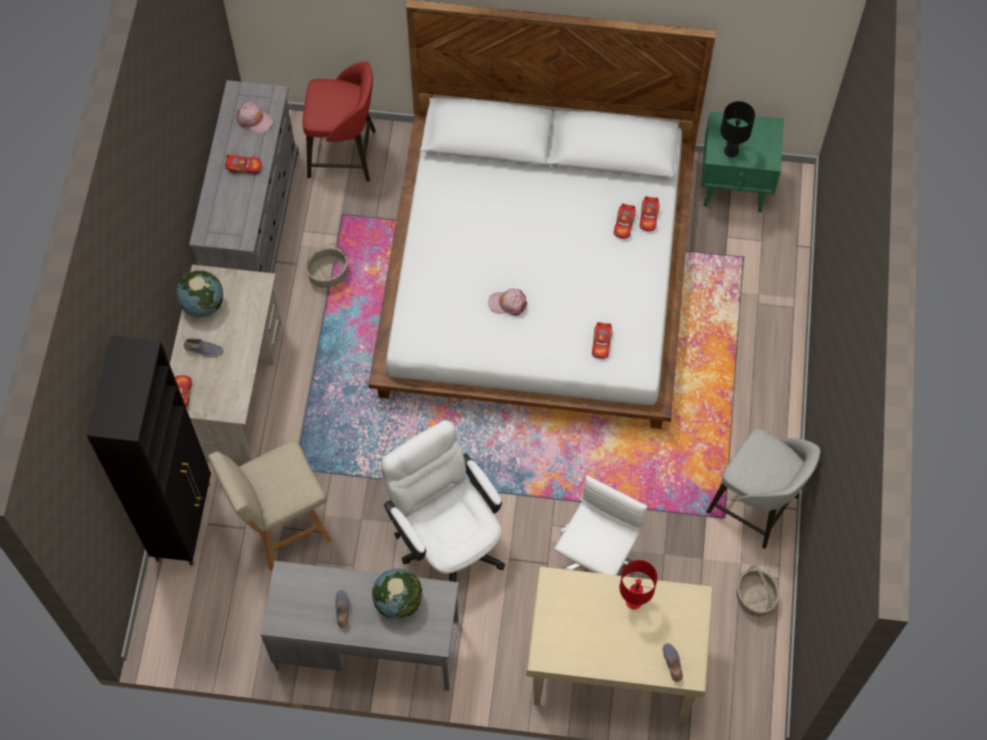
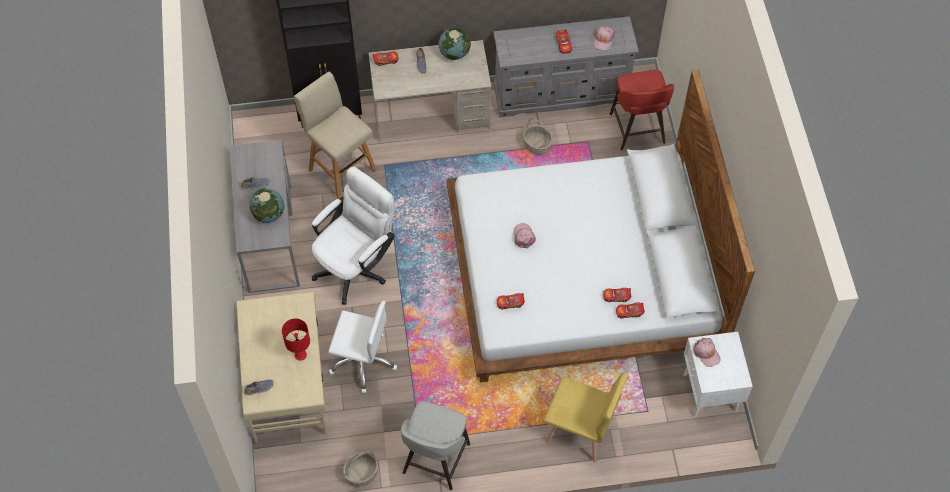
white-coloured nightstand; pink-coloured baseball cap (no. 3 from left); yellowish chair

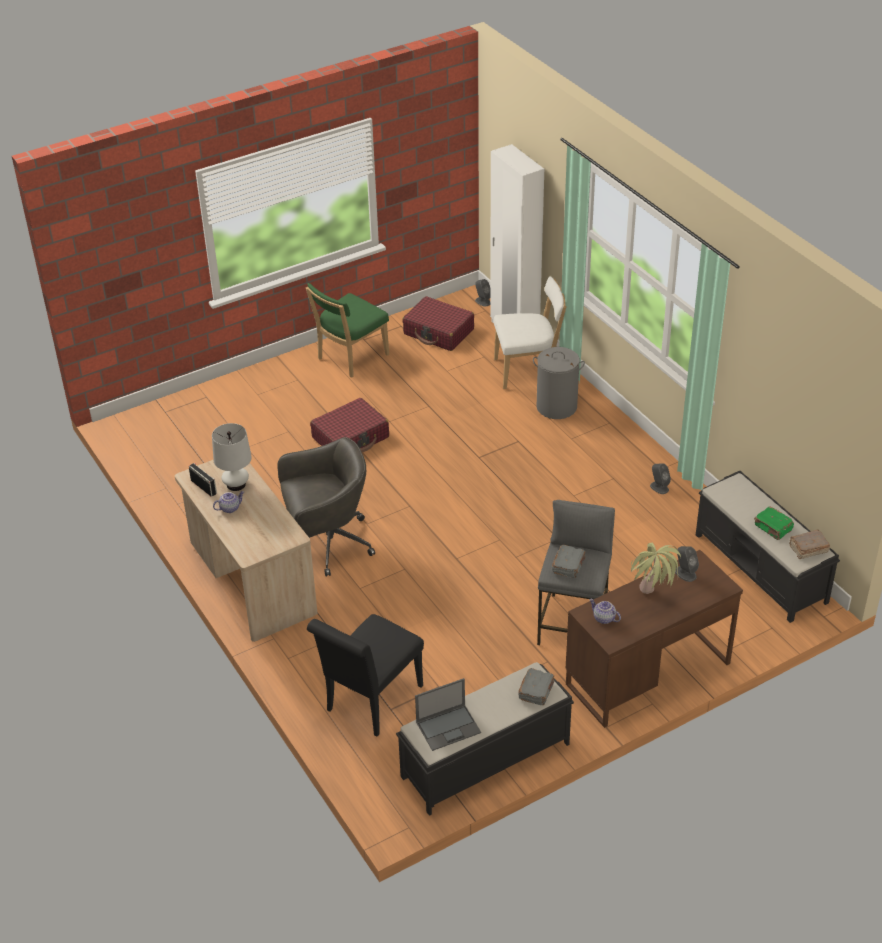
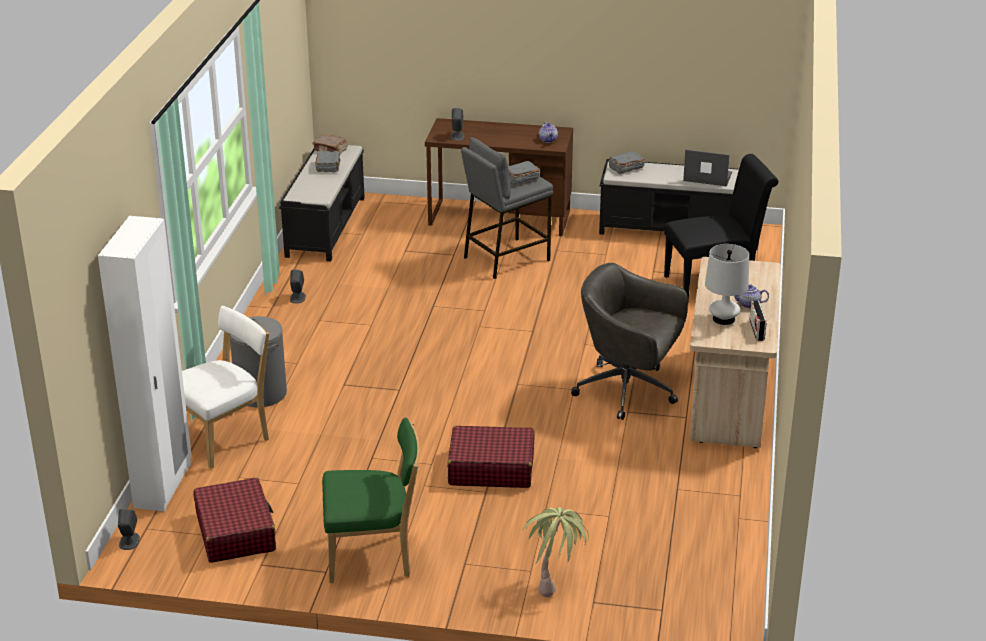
white-coloured chair; houseplant; greyish book (no. 1 from left)

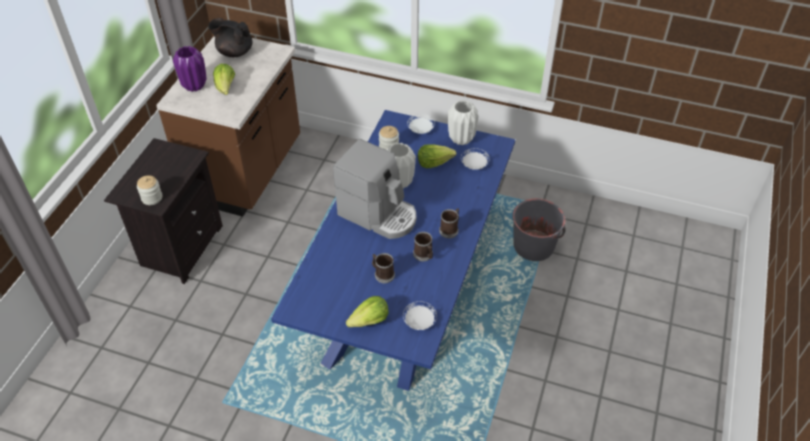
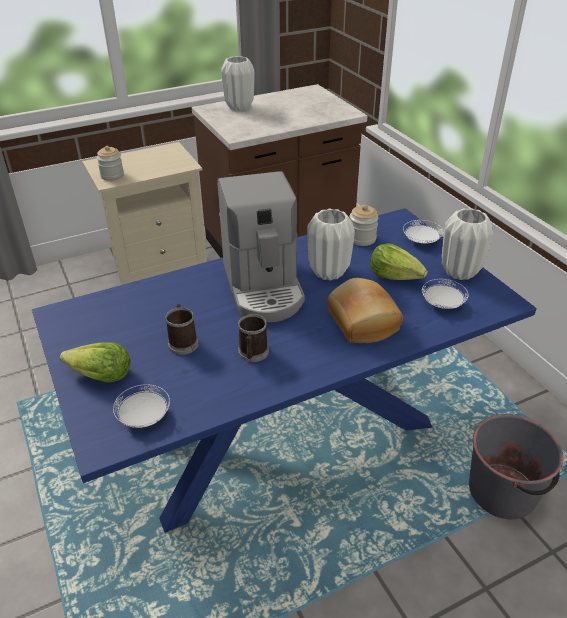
sand-coloured nightstand; white-coloured flower vase (no. 1 from left); black teapot; lettuce (no. 1 from left in the first image); mug (no. 3 from left in the first image); bakery bread

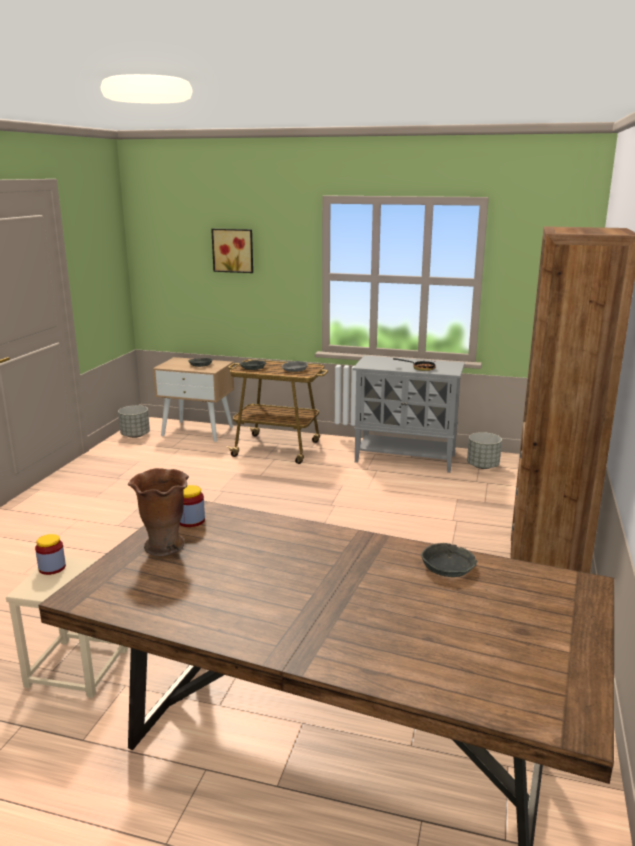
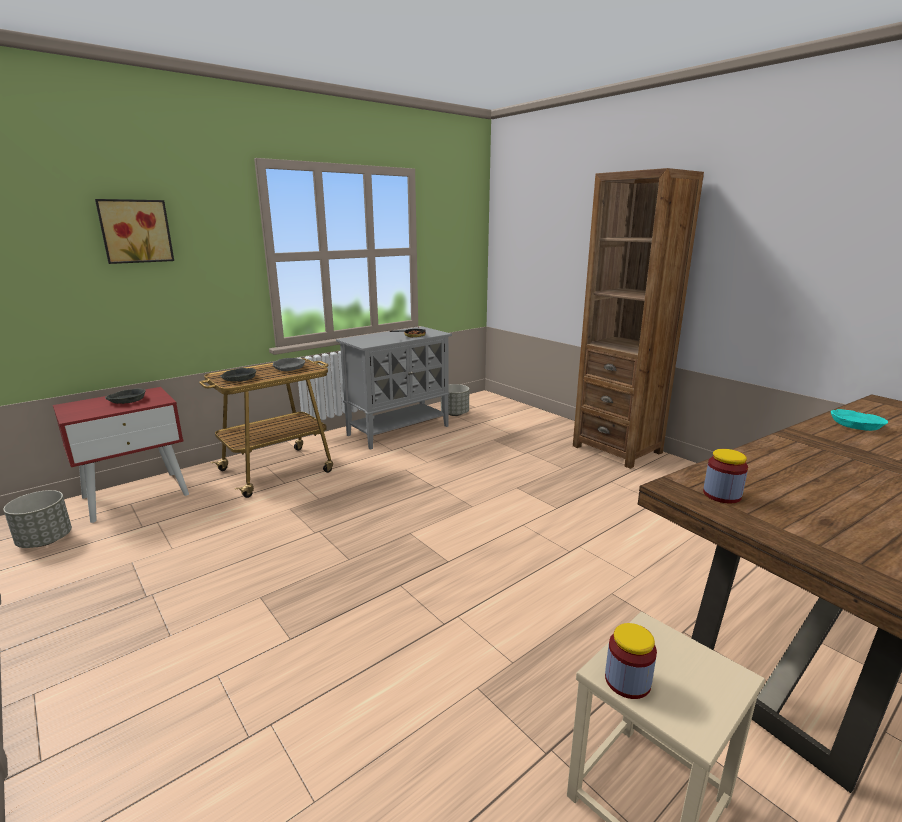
brownish flower vase; reddish nightstand; turquoise deep dish

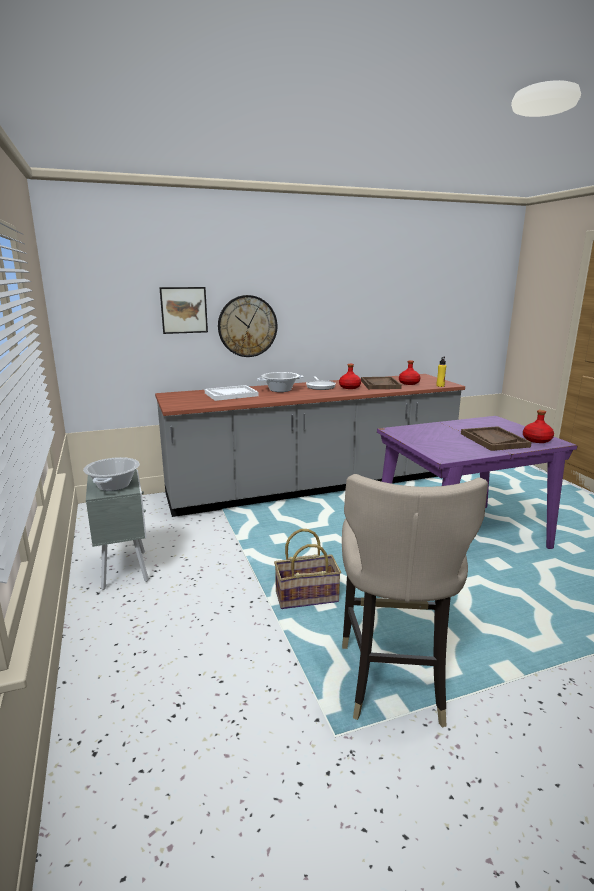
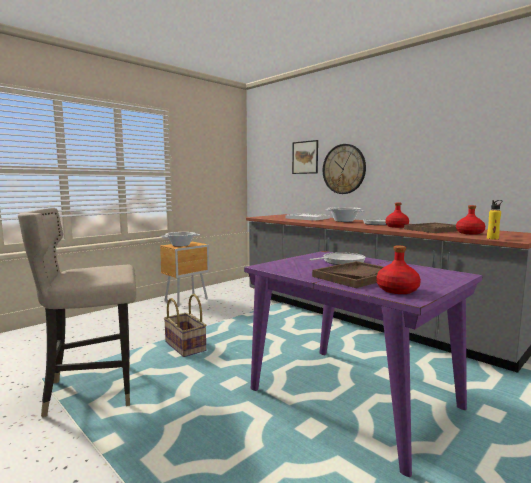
brownish nightstand; skillet (no. 1 from left)

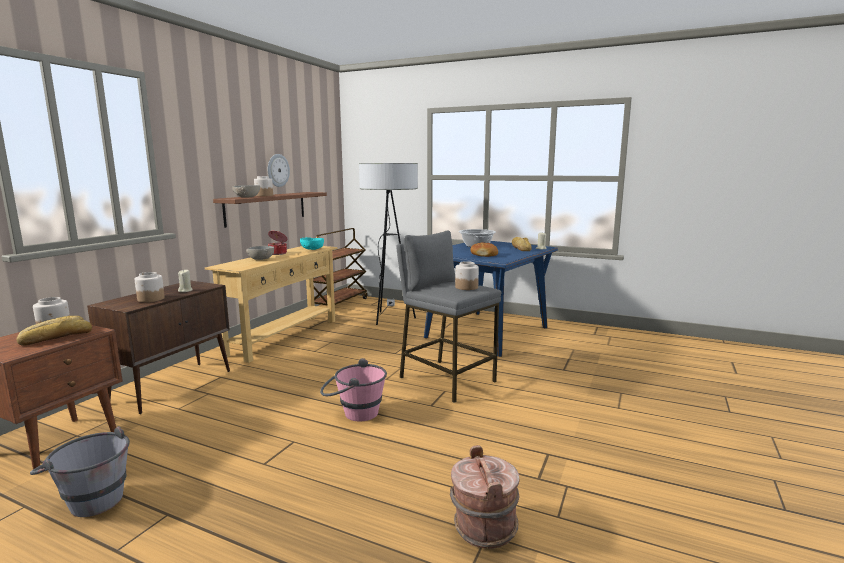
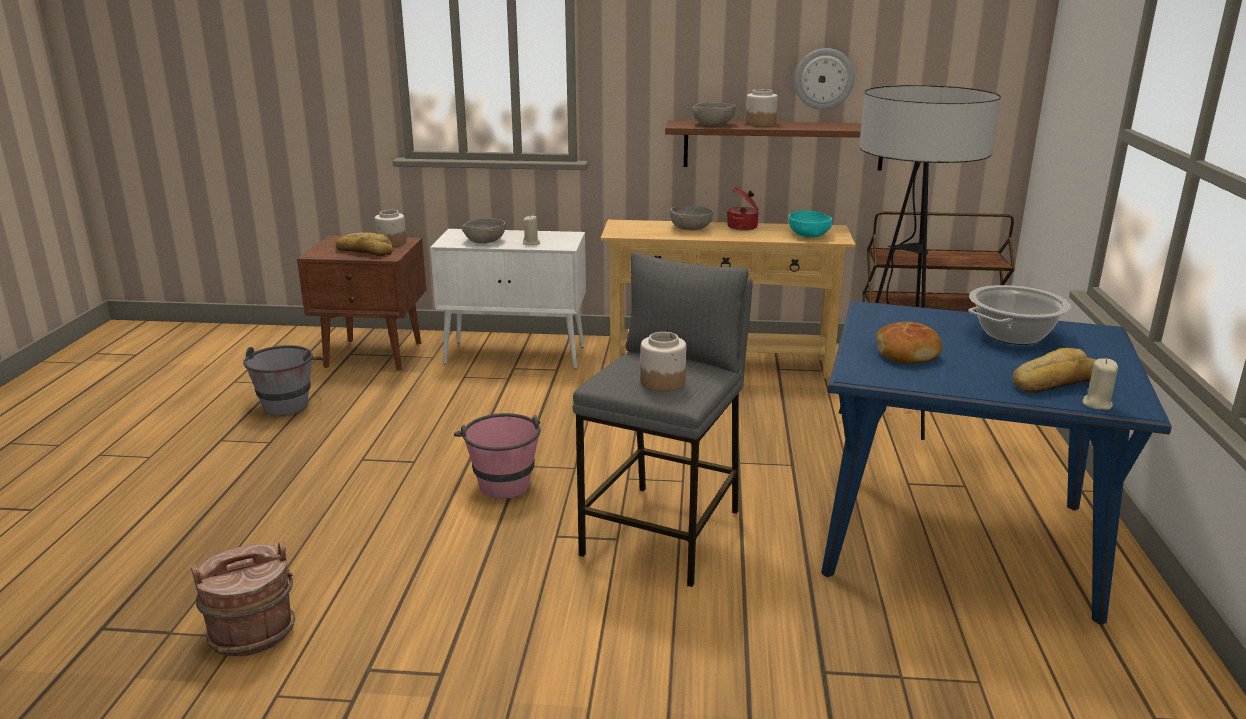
white-coloured storage cabinet; greyish deep dish (no. 1 from left)

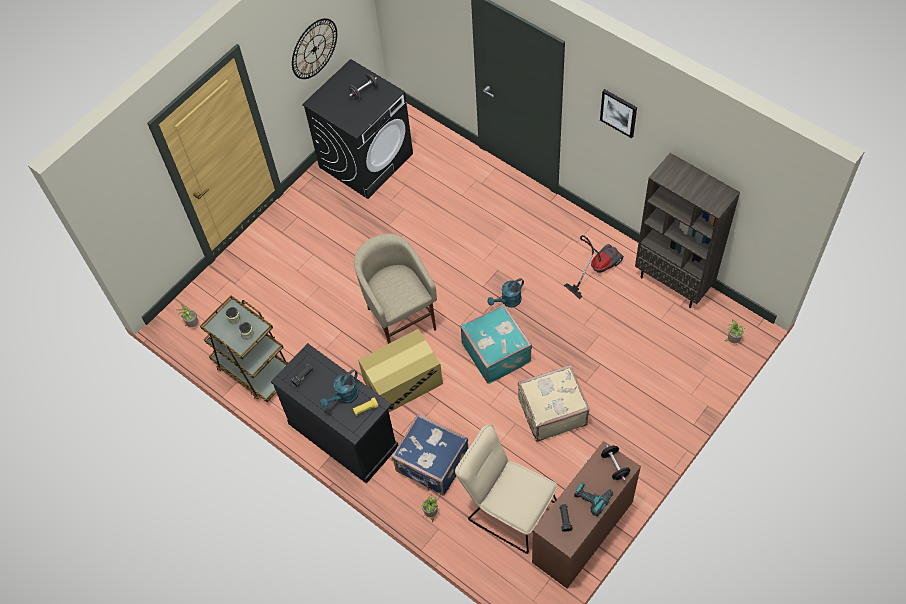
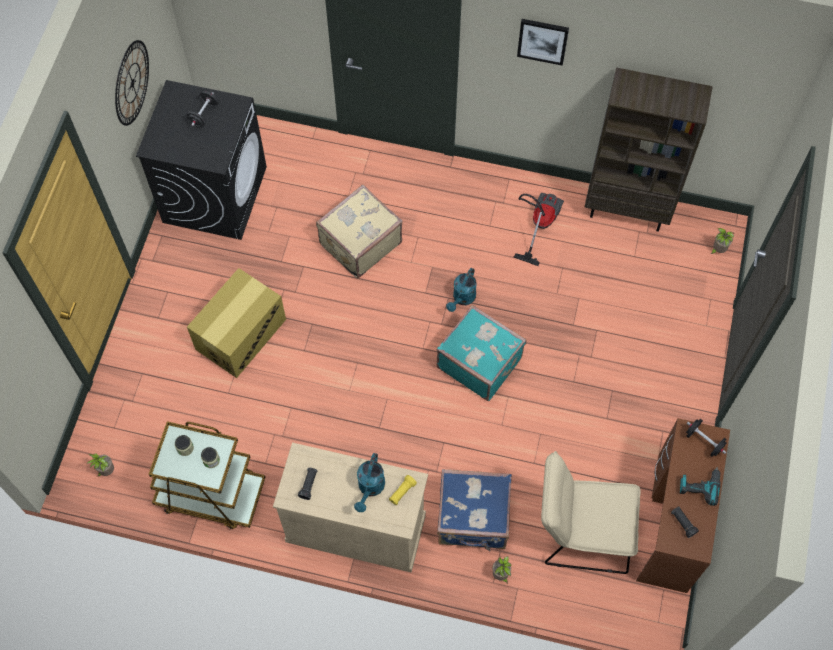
sand-coloured storage cabinet; sand-coloured sitting stool; cardboard box; sand-coloured suitcase

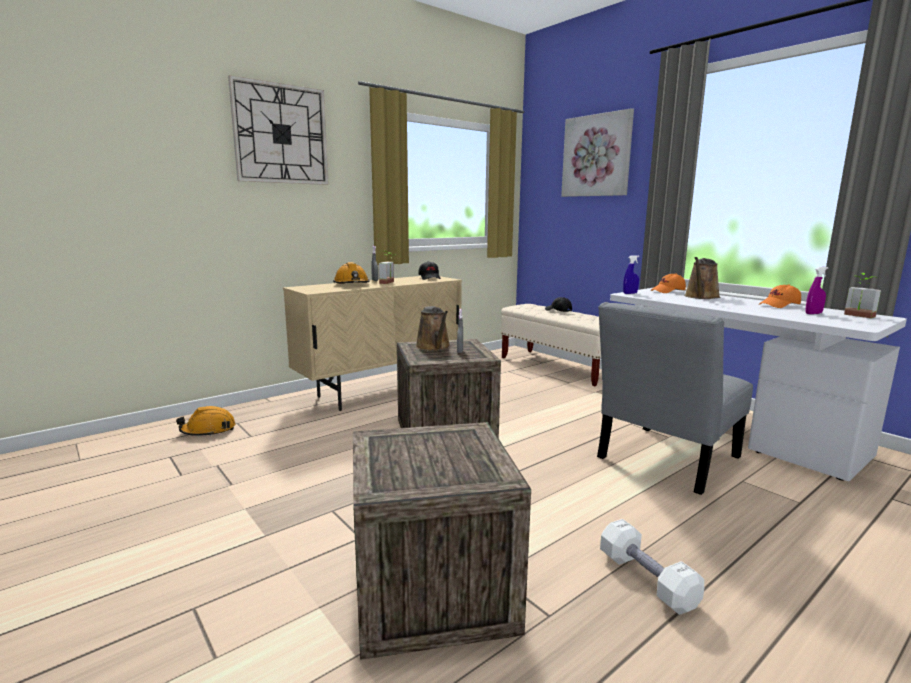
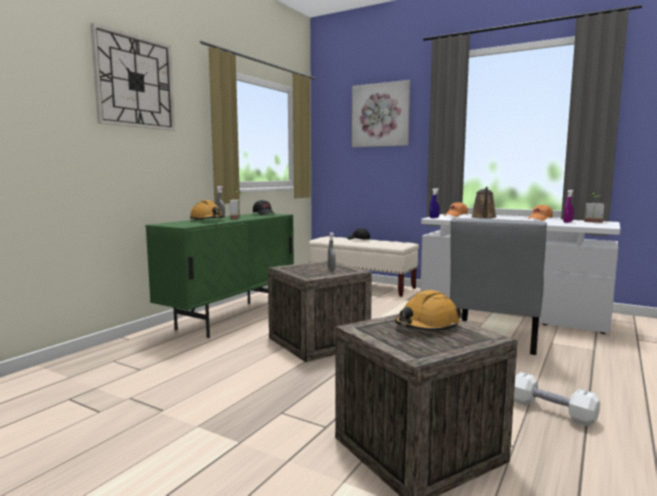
orange work helmet (no. 2 from left); green storage cabinet; brownish sprinkling can (no. 1 from left in the first image)

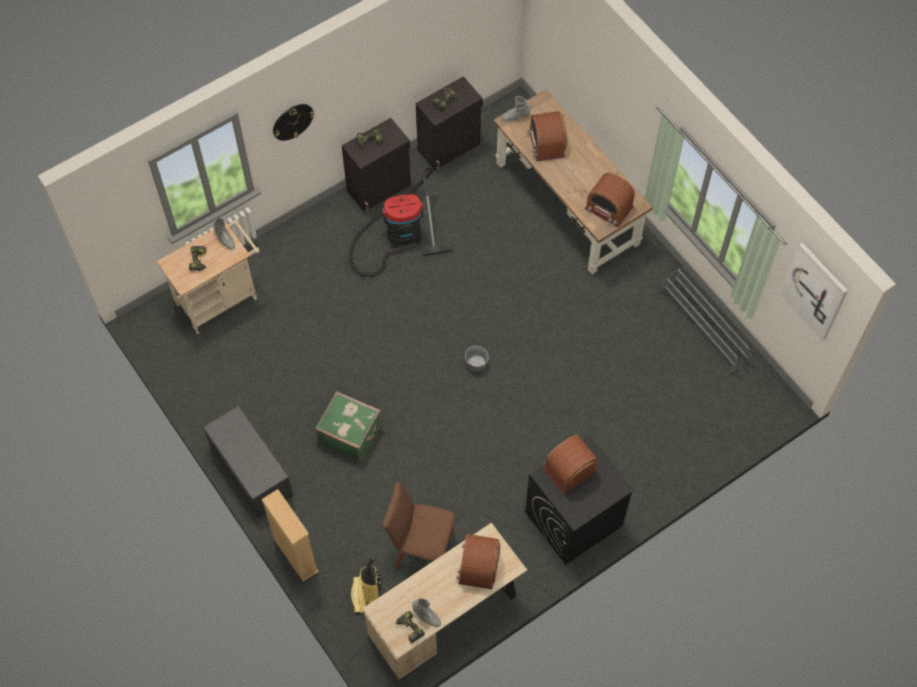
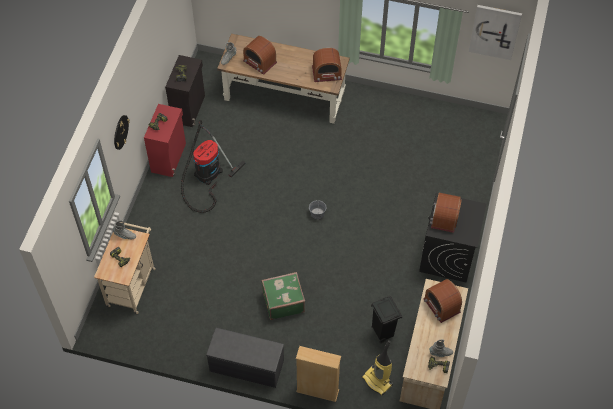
reddish storage cabinet; black rubbish bin; greyish shoe stand

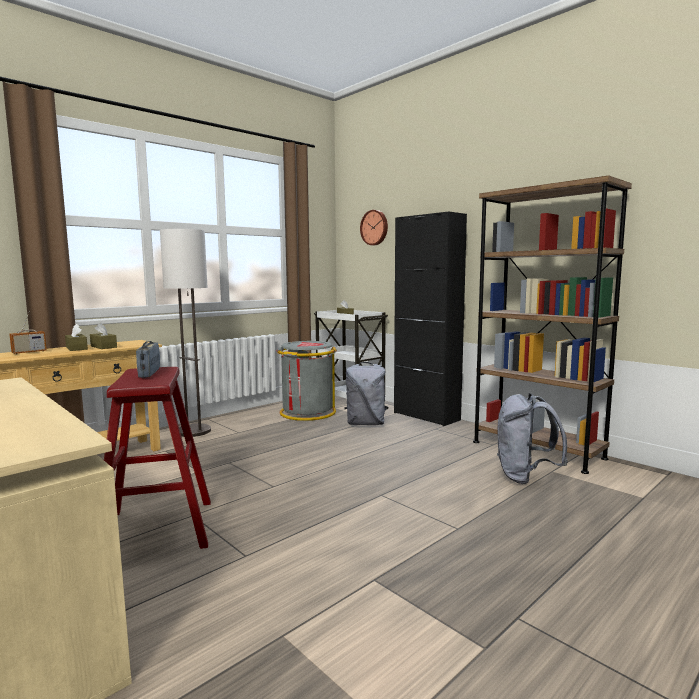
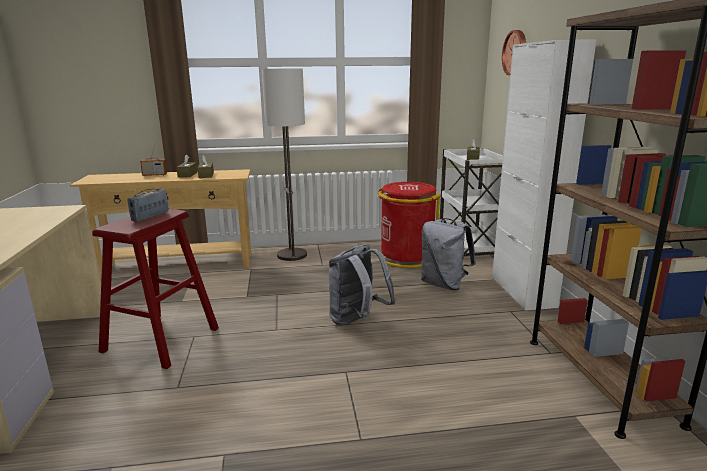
reddish rubbish bin; white-coloured storage cabinet; greyish rucksack (no. 1 from left)

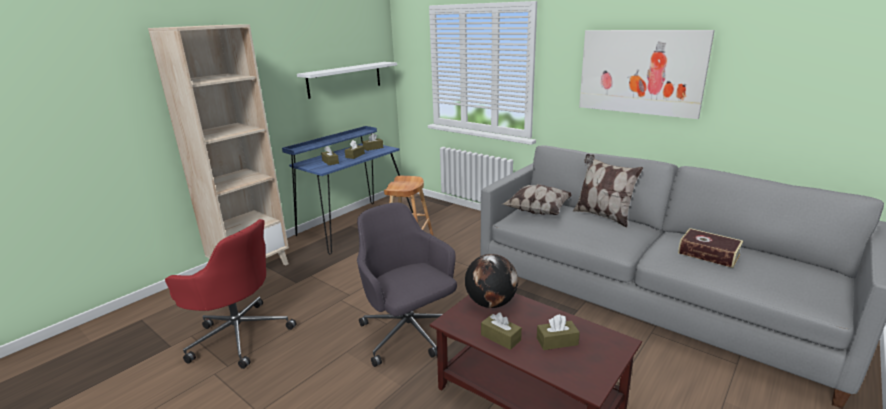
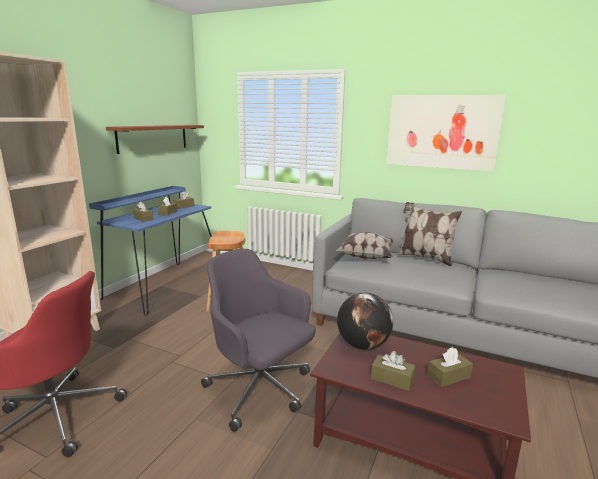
brownish shelf; book

